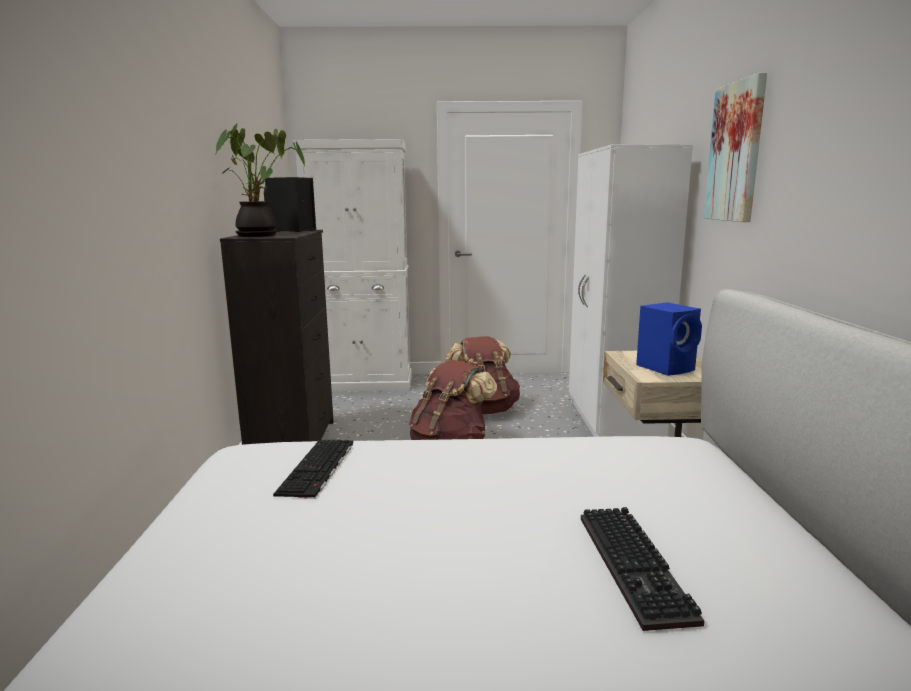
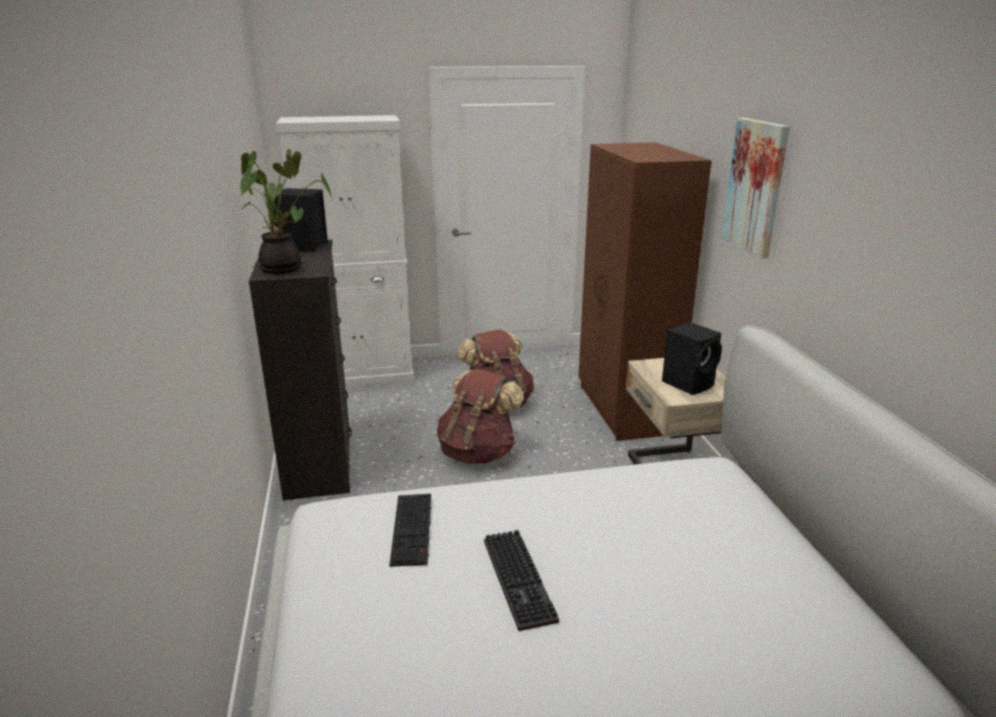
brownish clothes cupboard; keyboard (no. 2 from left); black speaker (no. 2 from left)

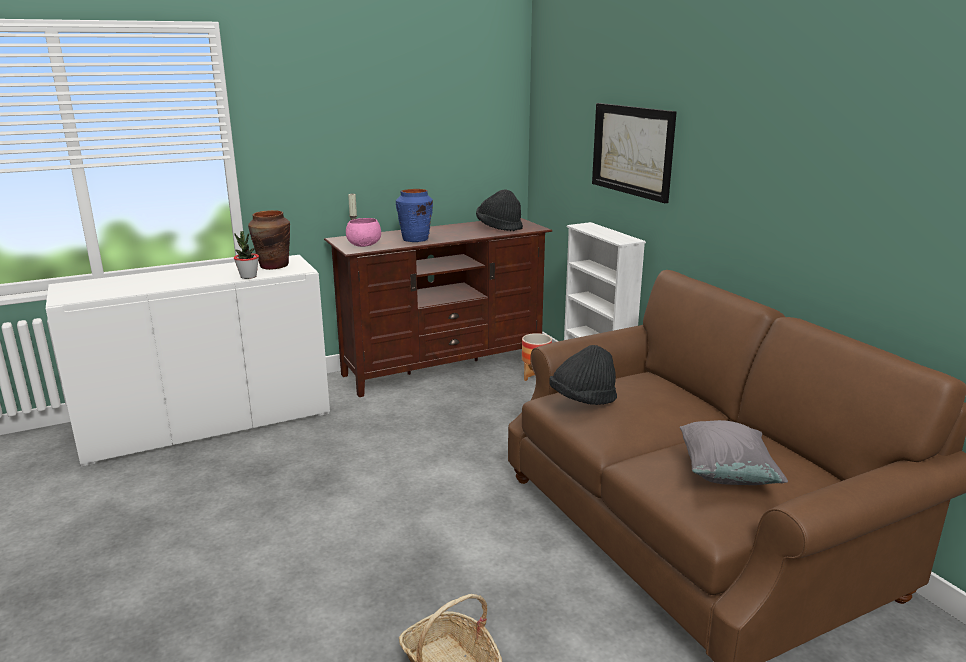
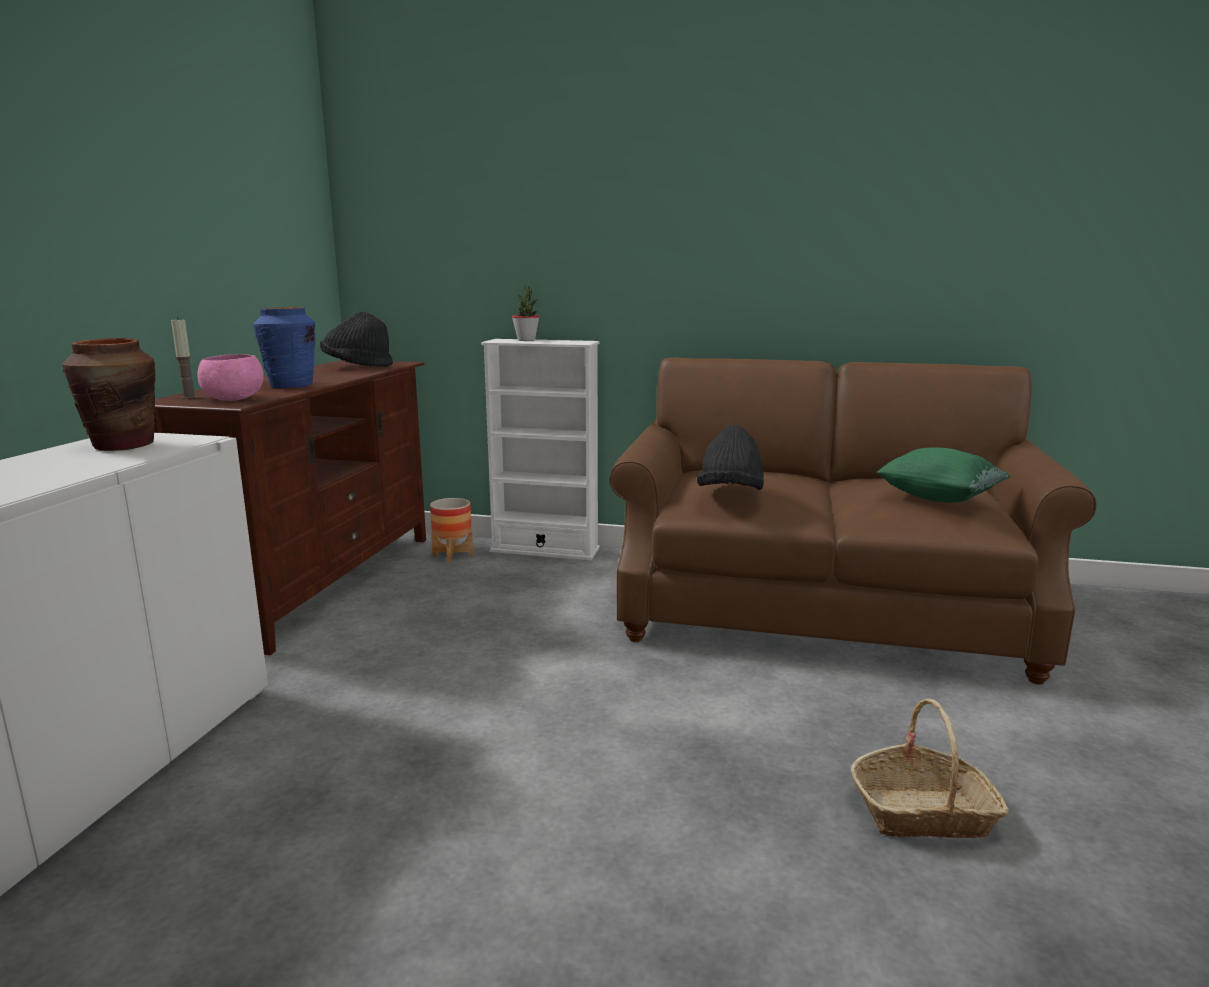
houseplant; wall art; green pillow

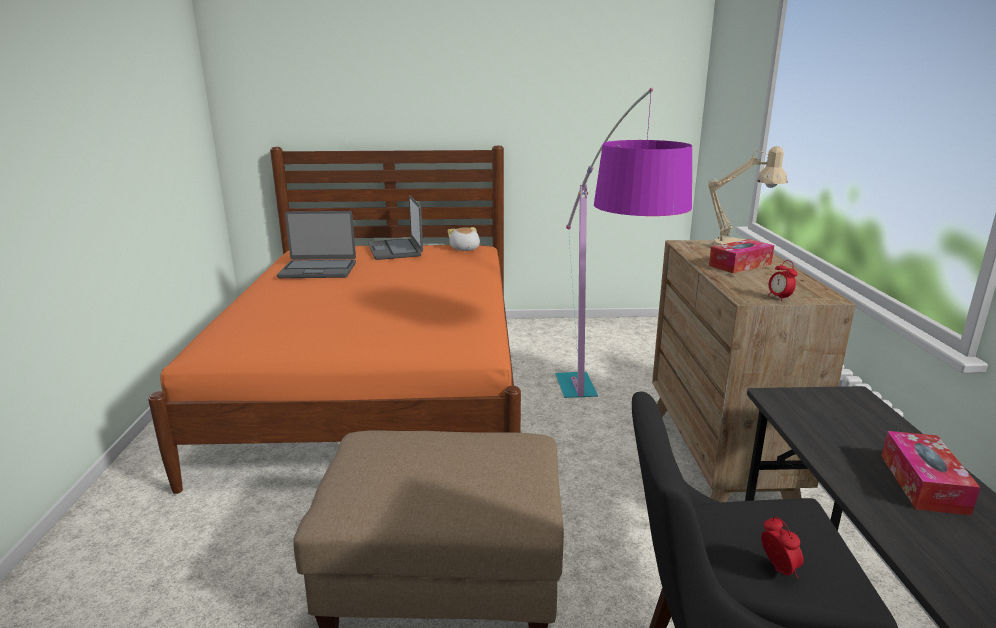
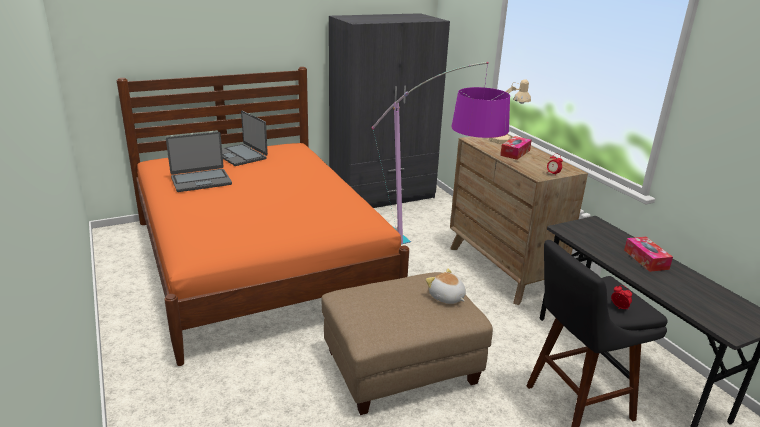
plush toy; greyish clothes cupboard

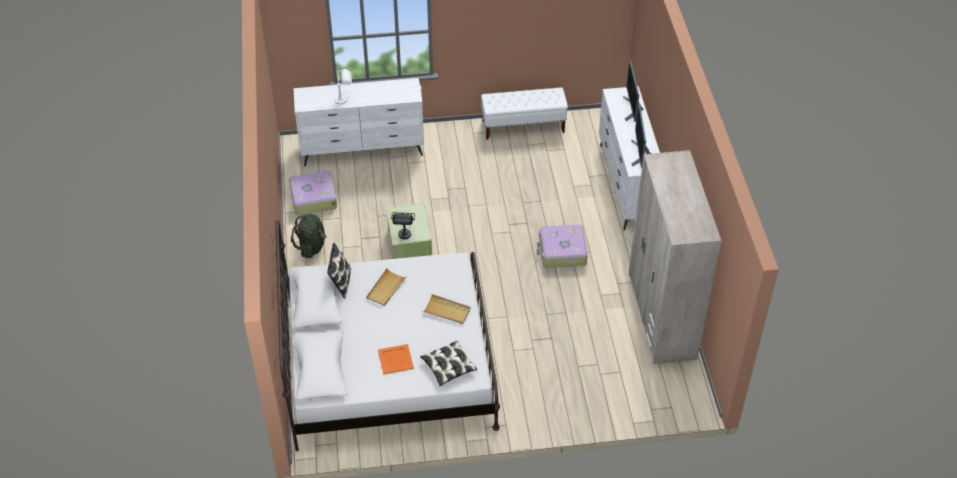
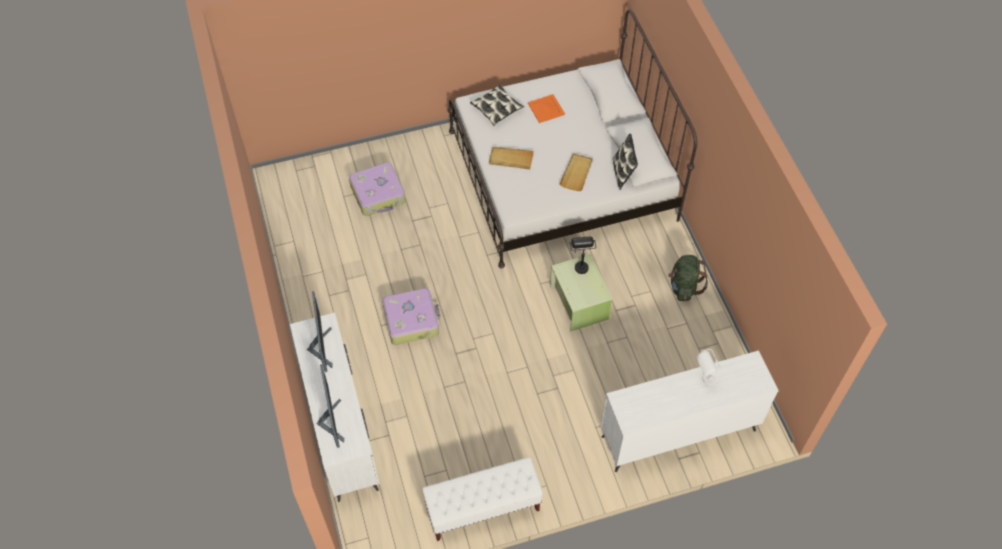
suitcase (no. 1 from left); sand-coloured clothes cupboard

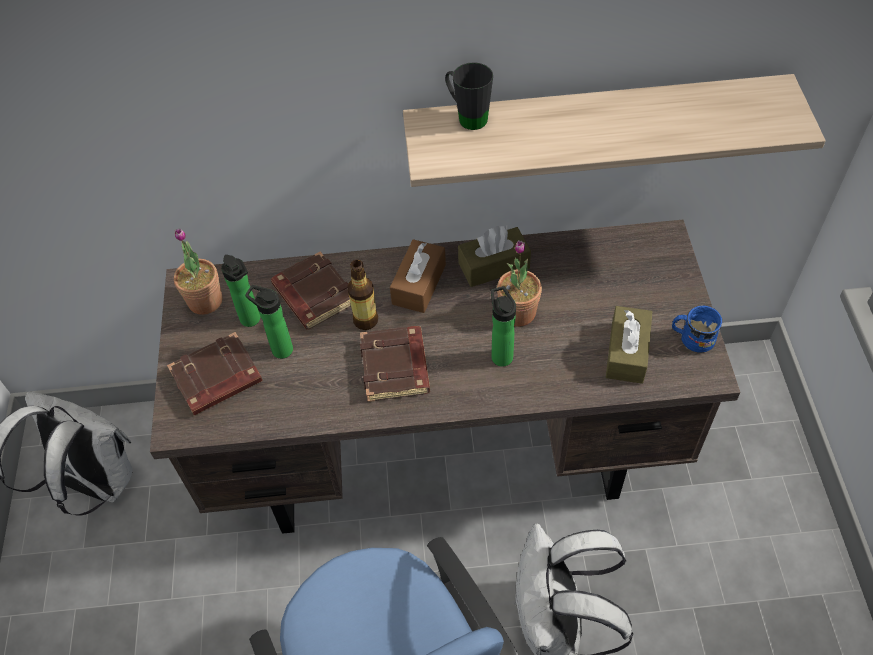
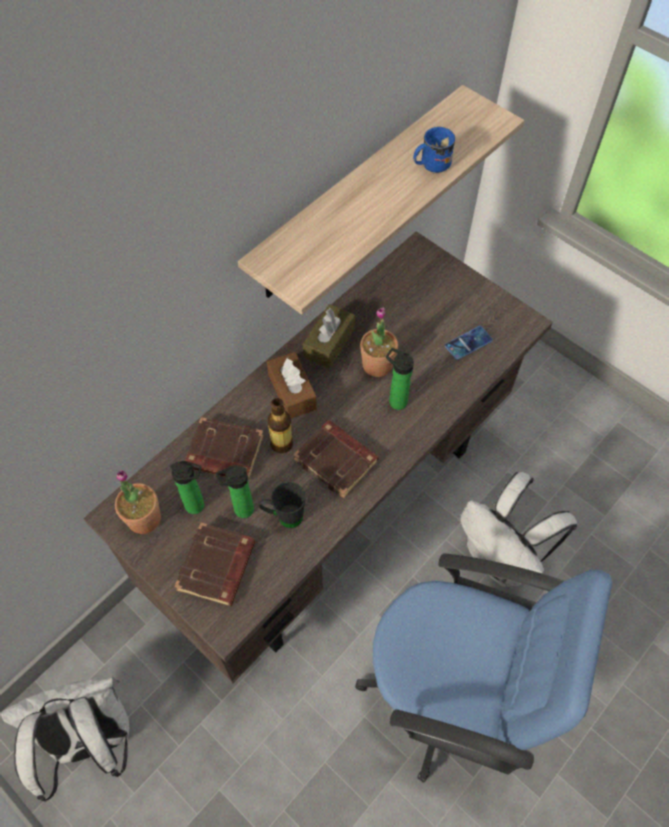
black mug; handset; blue-coloured mug

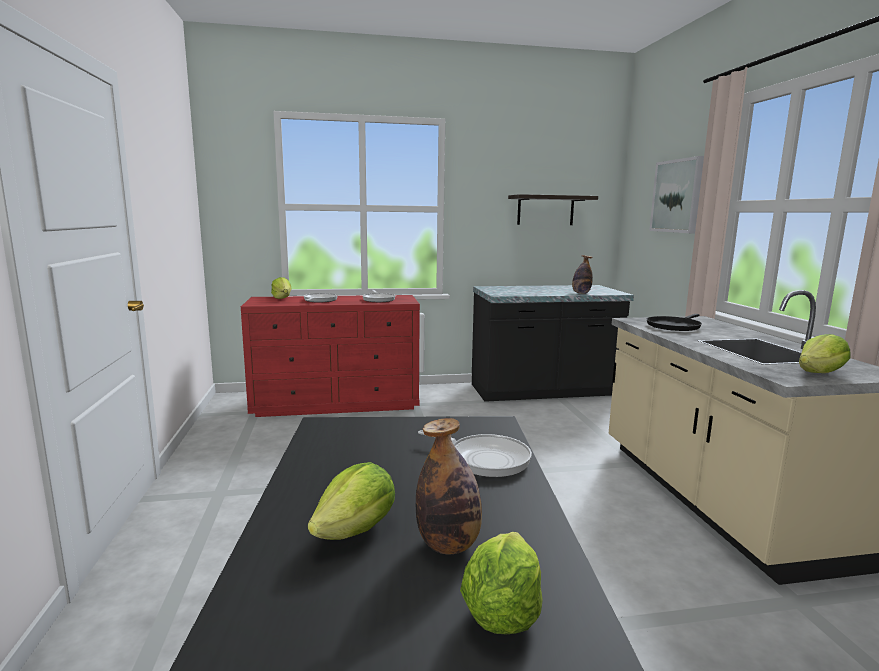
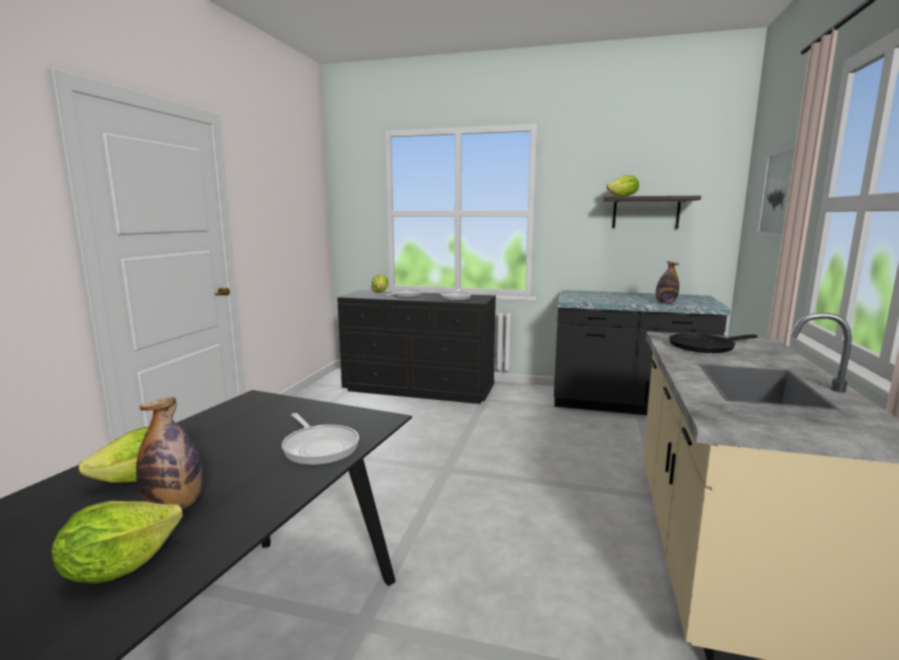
black chest of drawers; lettuce (no. 4 from left)

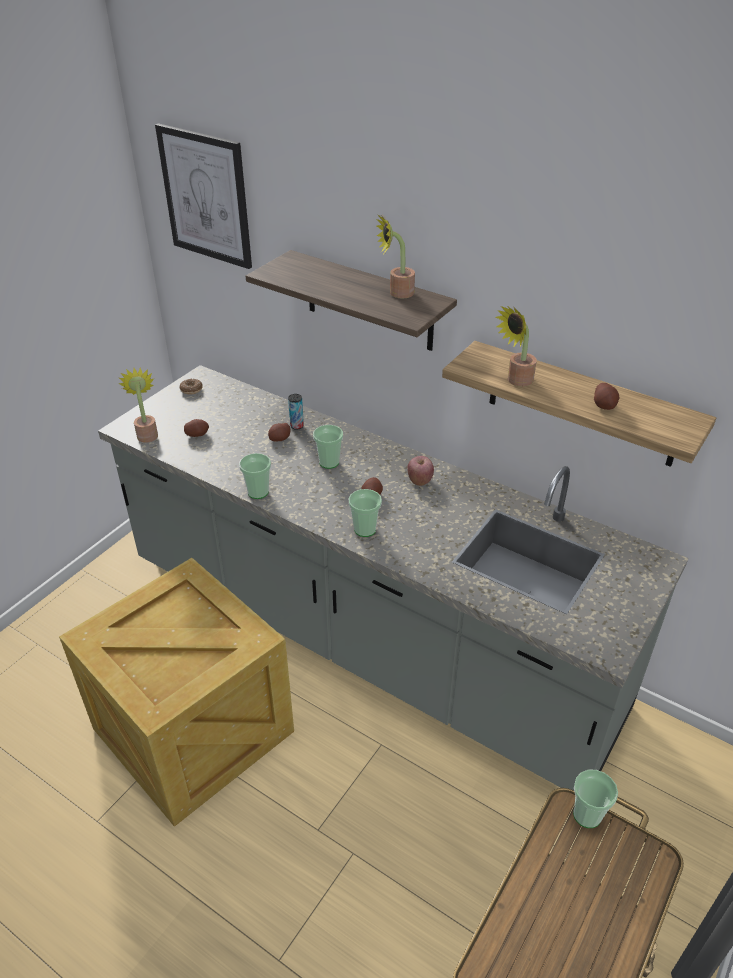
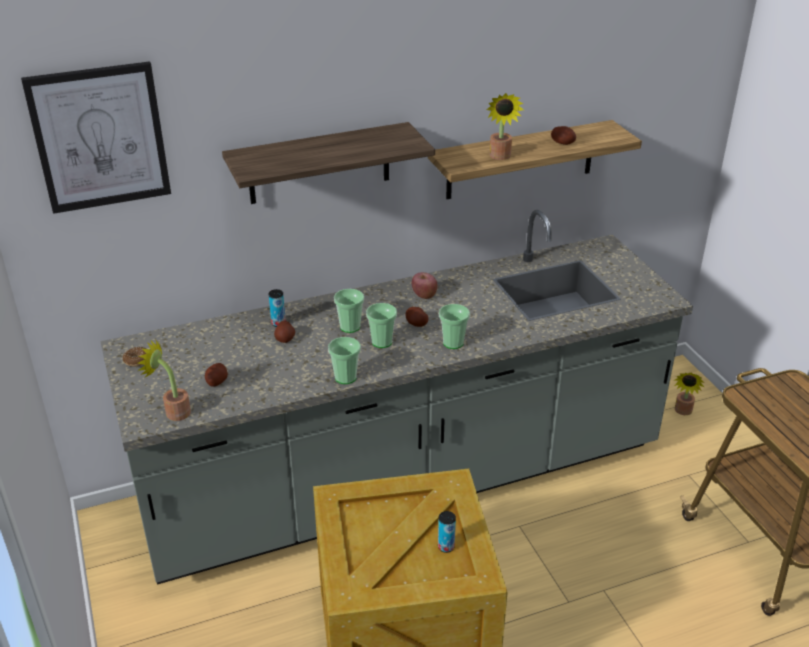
houseplant (no. 3 from left); small cup (no. 3 from left); metal can (no. 2 from left)

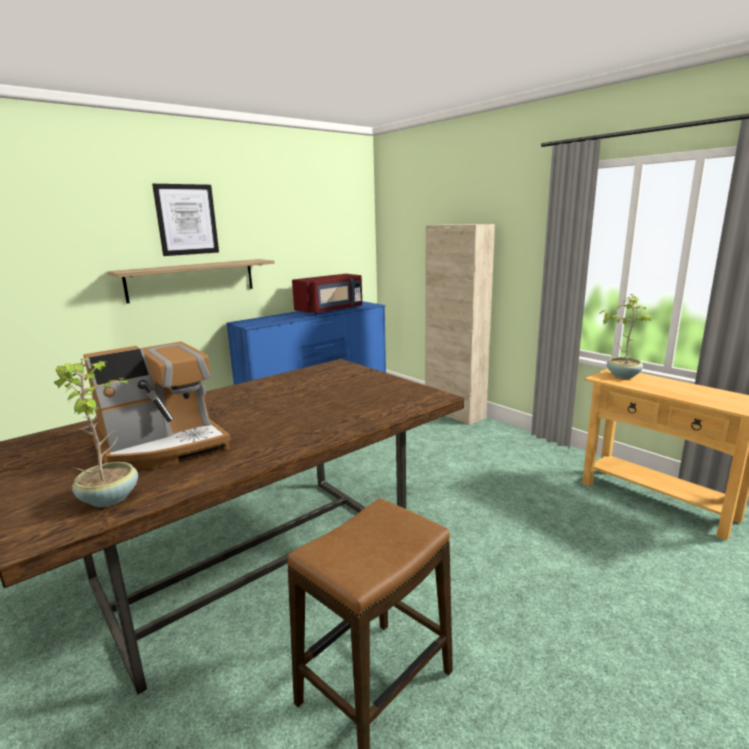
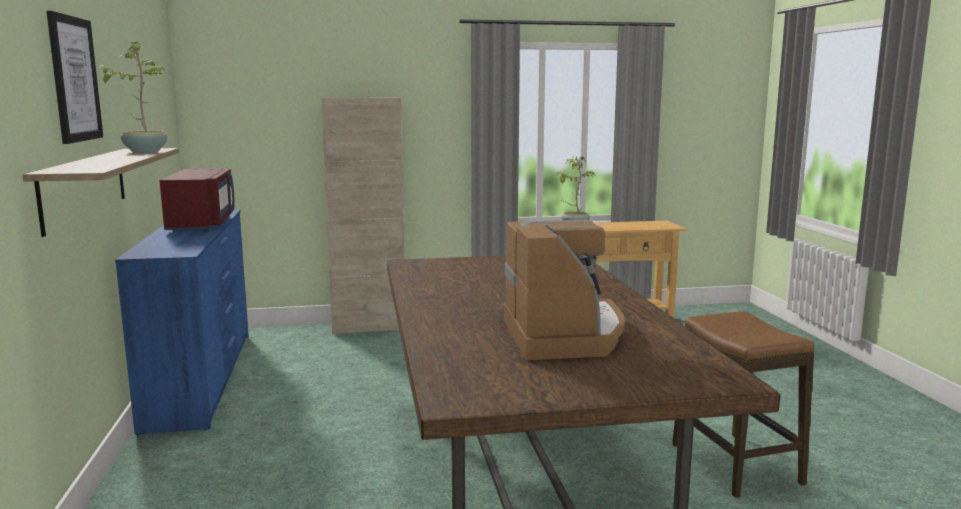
houseplant (no. 1 from left)

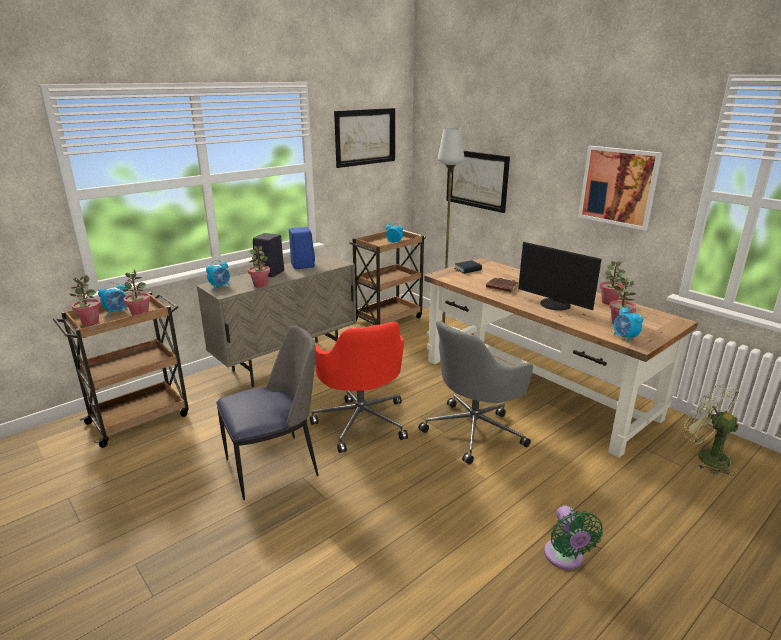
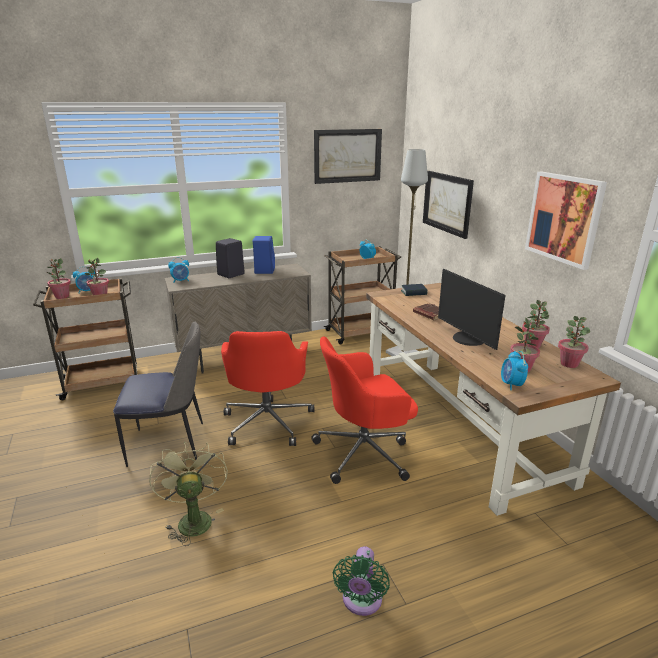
houseplant (no. 5 from left); reddish office chair (no. 2 from left); green cooling fan (no. 1 from left)

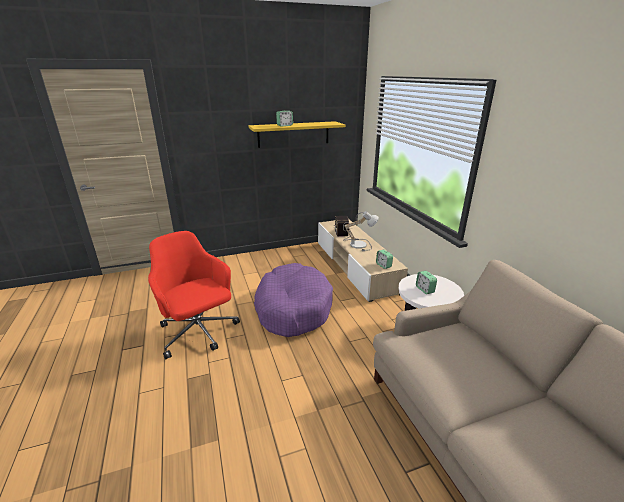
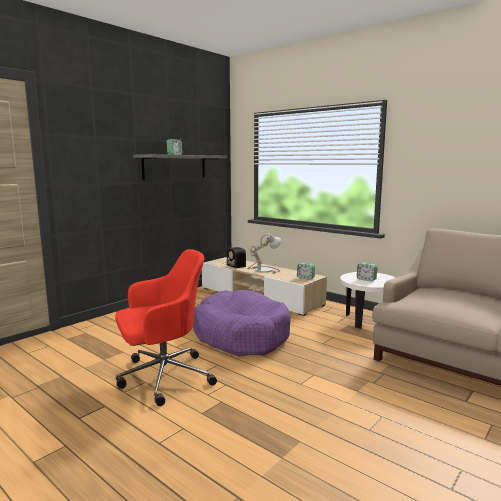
reddish office chair; greyish shelf

